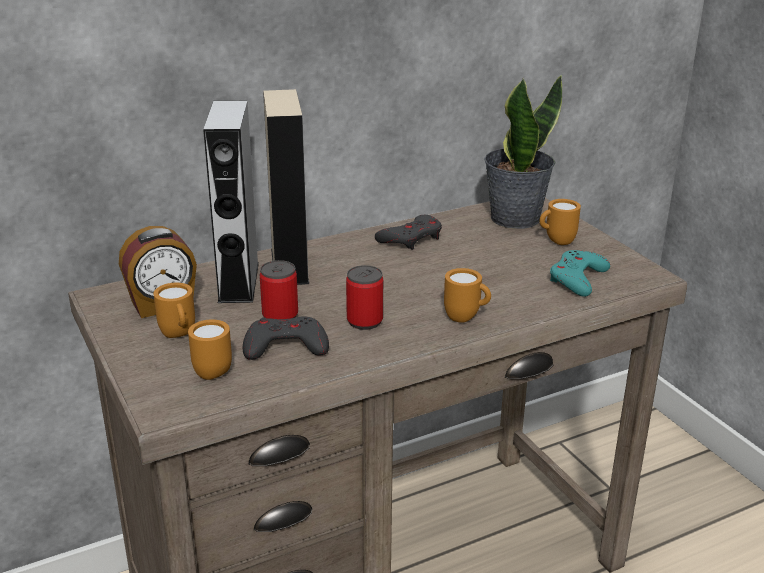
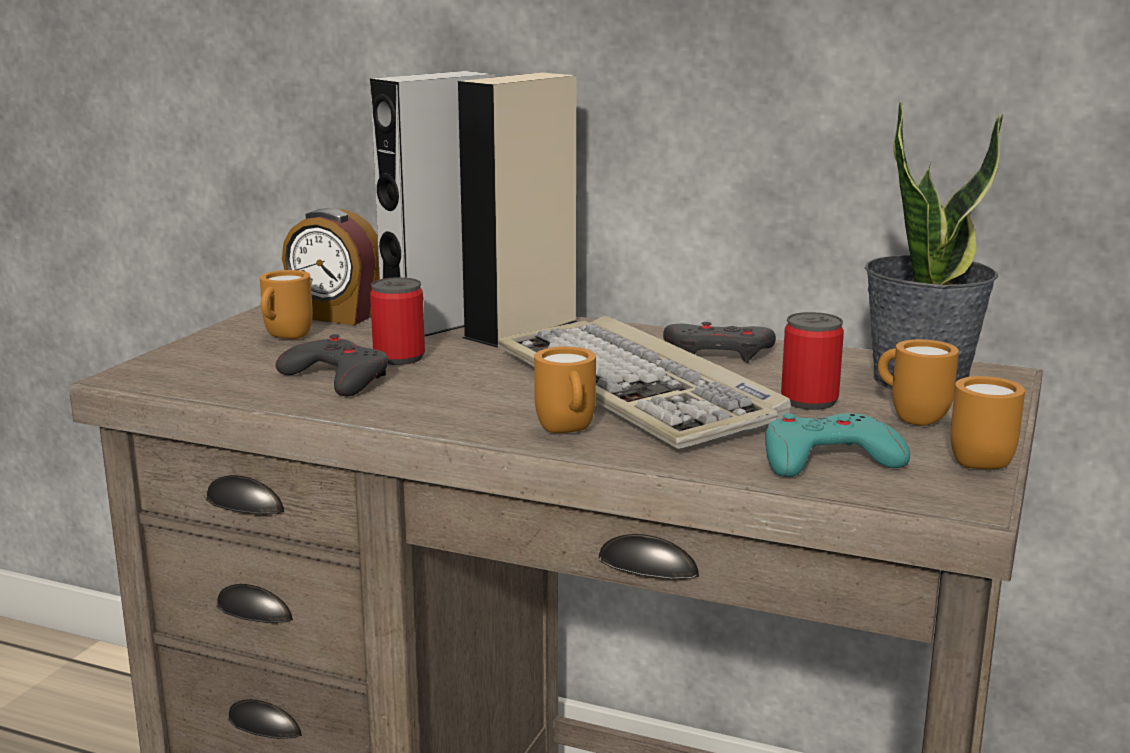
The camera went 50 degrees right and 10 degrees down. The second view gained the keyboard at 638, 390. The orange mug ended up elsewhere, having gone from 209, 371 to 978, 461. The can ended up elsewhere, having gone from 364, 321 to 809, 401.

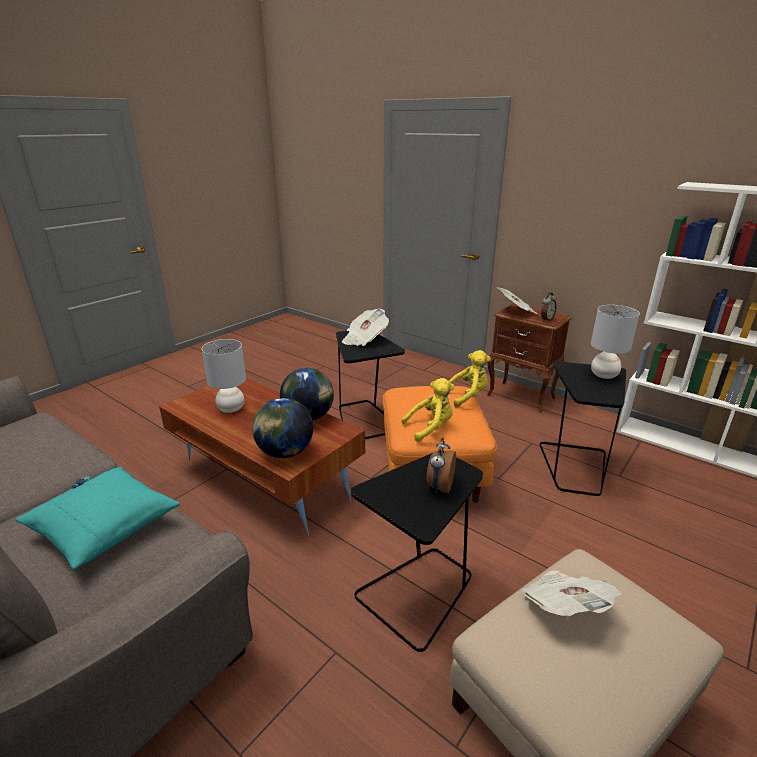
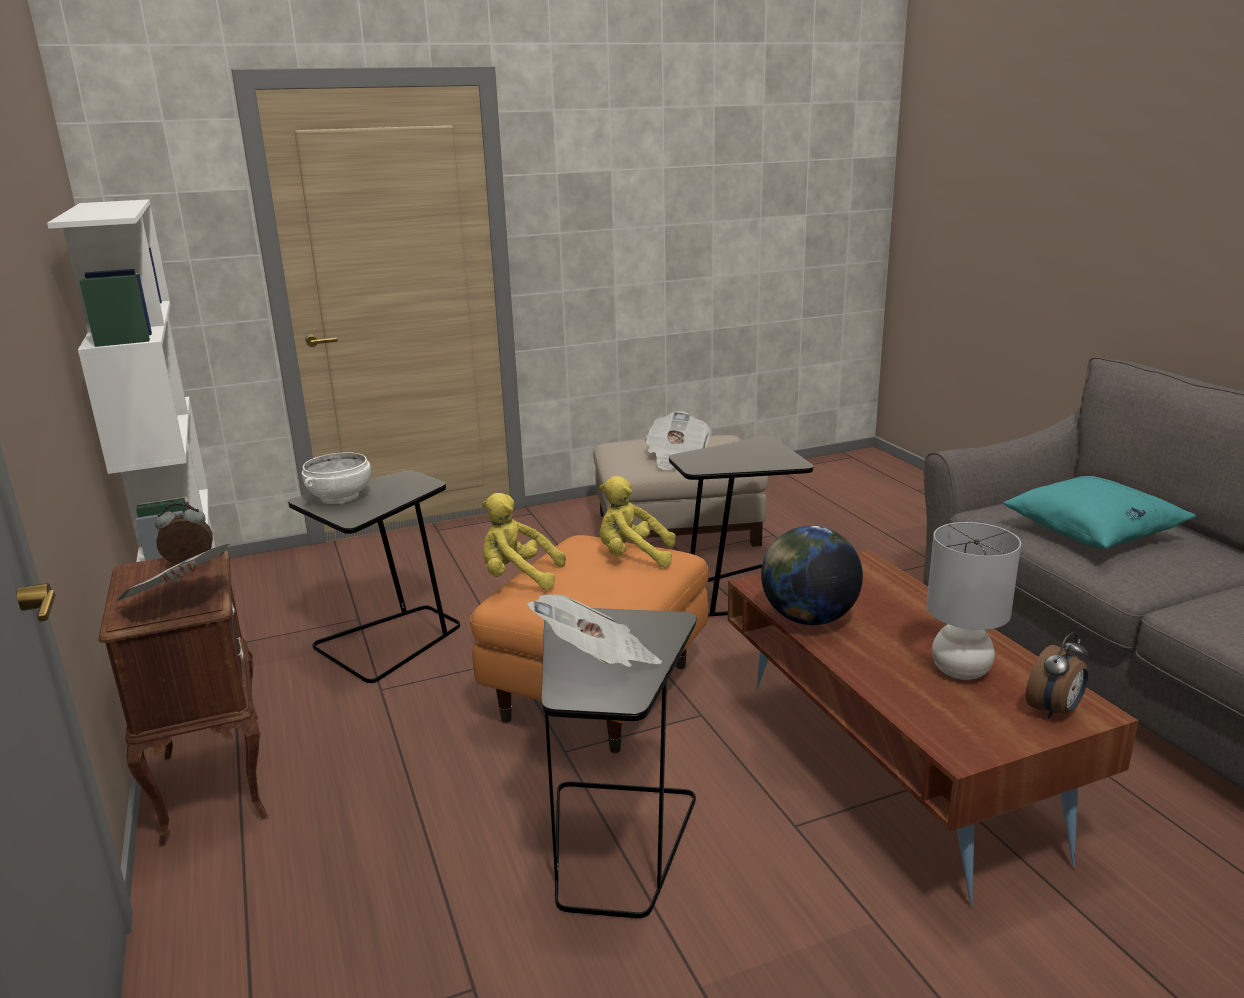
The camera went 150 degrees left and 5 degrees down. The second view lost the globe at 285, 452. The alarm clock ended up elsewhere, having gone from 439, 487 to 1054, 711. Where the grey table lamp stood at 603, 375, the white bowl came to stand at 340, 497.

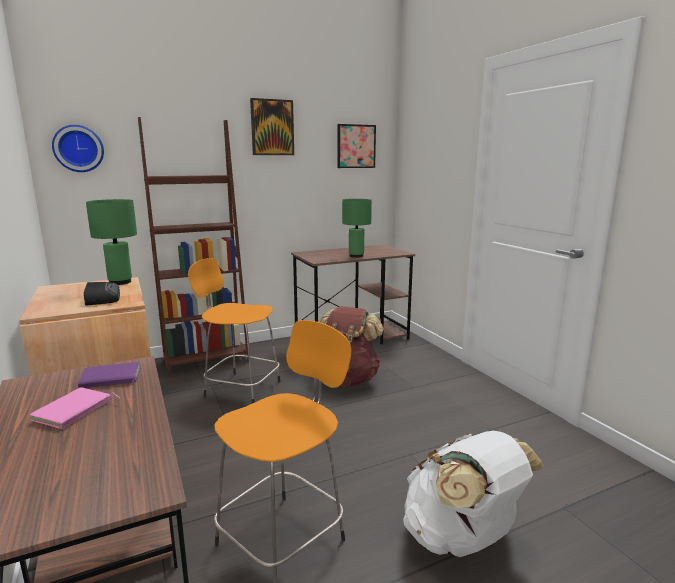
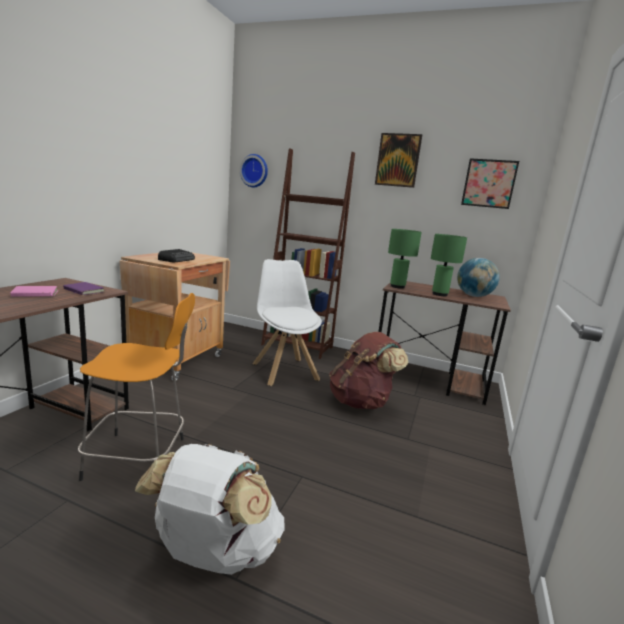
The camera went 45 degrees right and 0 degrees up. The second view gained the globe at 473, 296. The green table lamp ended up elsewhere, having gone from 119, 282 to 397, 286. Where the orange stool stood at 240, 388, the white chair came to stand at 284, 370.

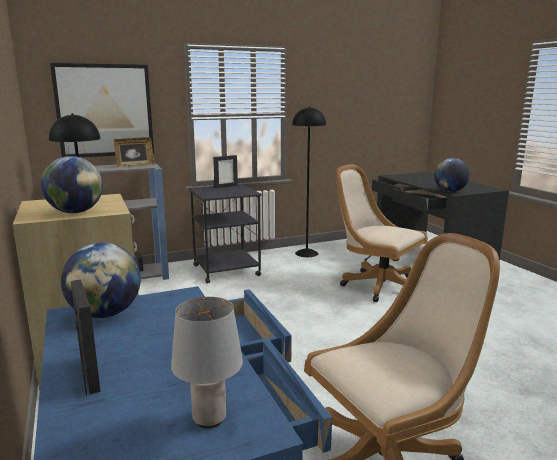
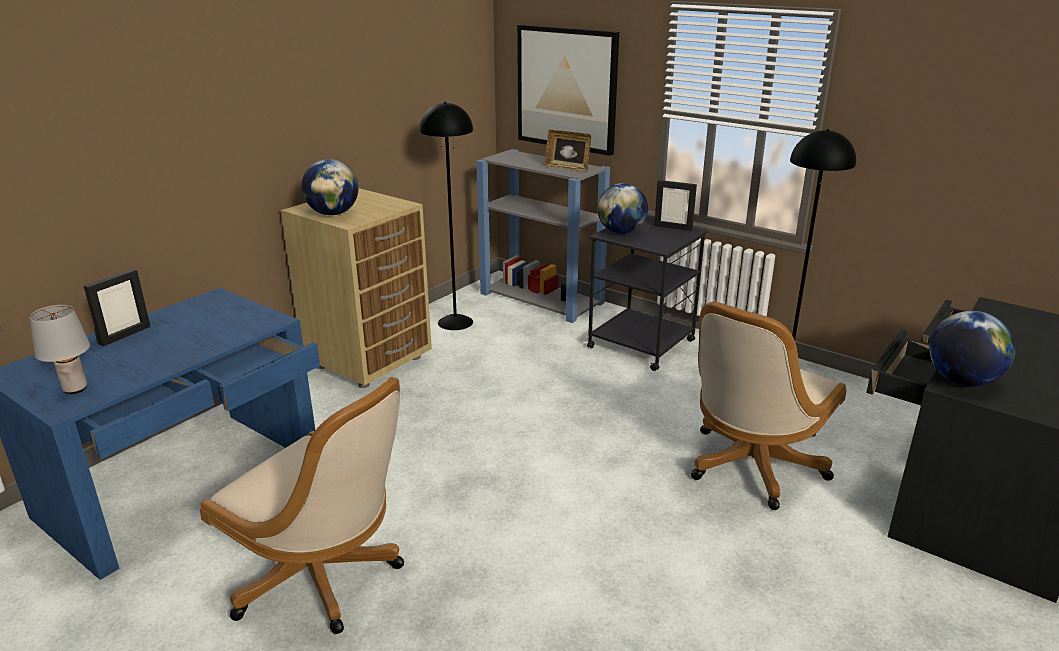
The camera went 60 degrees right and 10 degrees up. The globe ended up elsewhere, having gone from 105, 314 to 621, 232. The office chair at 376, 284 ended up facing another way, 150 degrees counterclockwise from before.

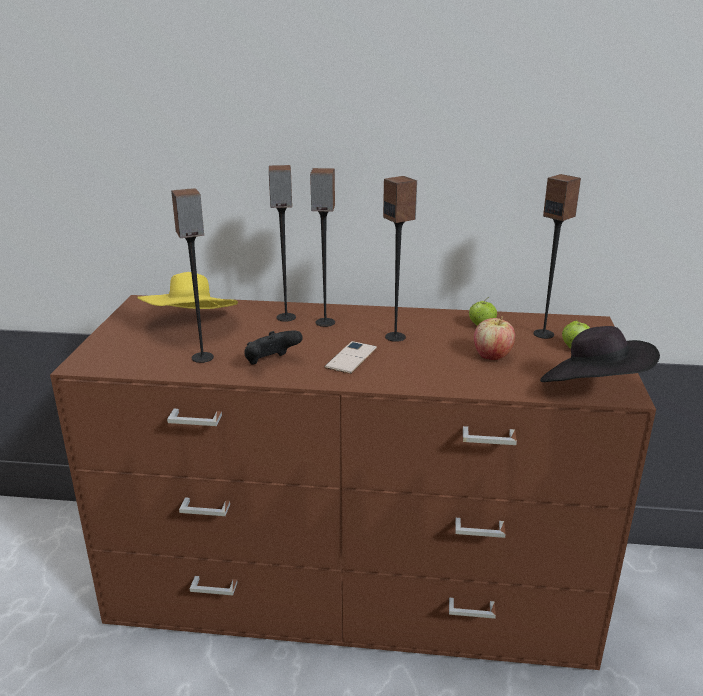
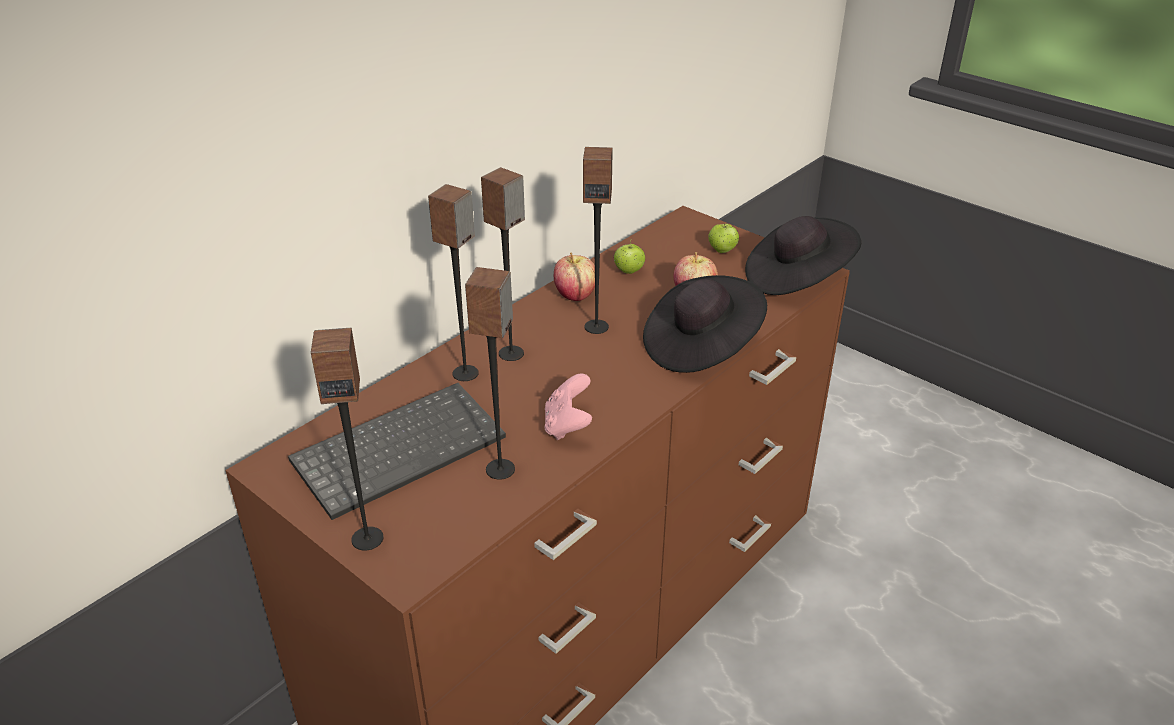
The camera went 55 degrees left and 10 degrees up. The second view lost the phone at 351, 358. The second view gained the apple at 575, 295. The second view gained the black hat at 701, 347. The speaker ended up elsewhere, having gone from 544, 334 to 367, 538. Where the yellow hat stood at 192, 325, the keyboard came to stand at 400, 449. What was the black game controller at 271, 363 turned into the pink game controller at 568, 426.

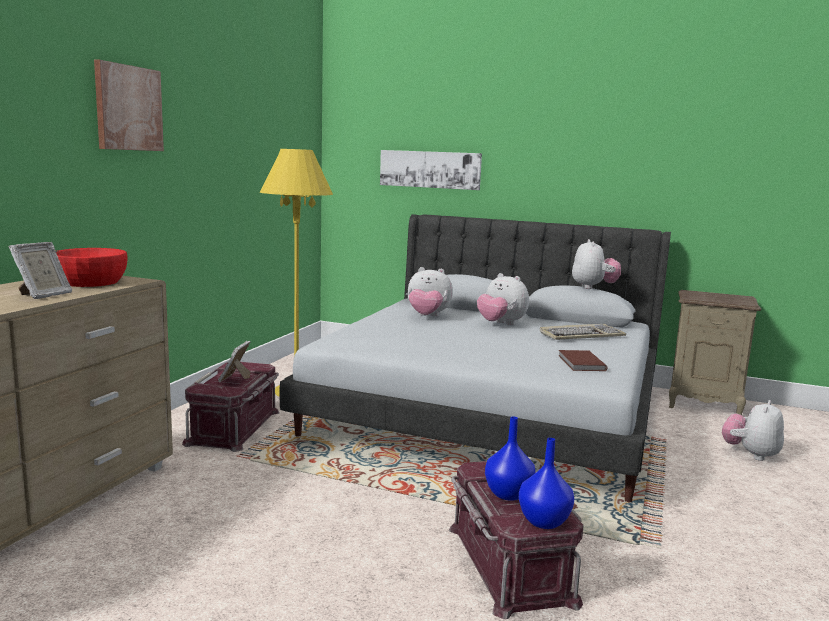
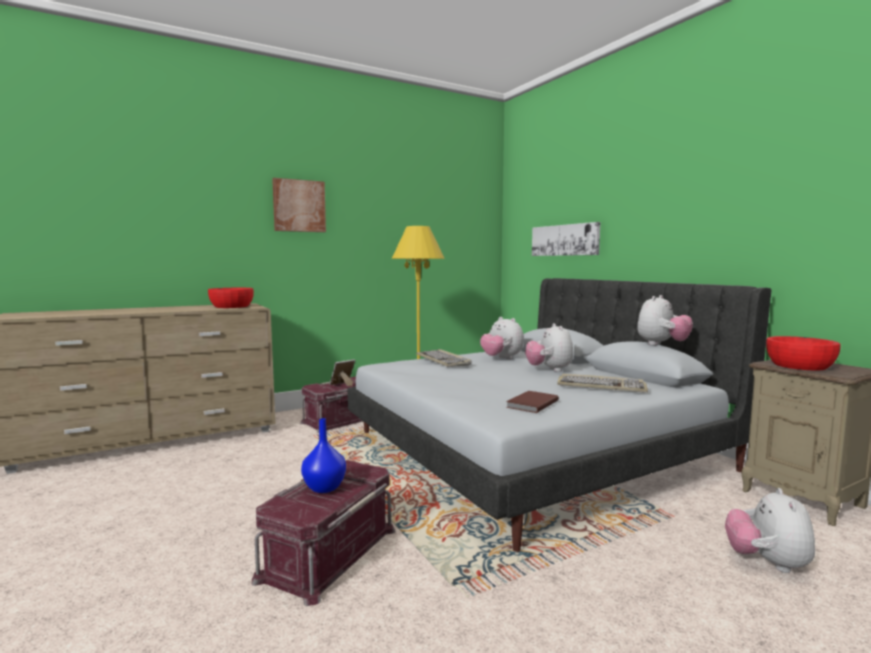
The camera went 40 degrees right and 5 degrees down. The second view lost the picture frame at 43, 295. The second view lost the blue vase at 545, 522. The second view gained the keyboard at 443, 361. The second view gained the red bowl at 799, 365. The plush toy at 750, 454 ended up facing another way, 60 degrees counterclockwise from before.

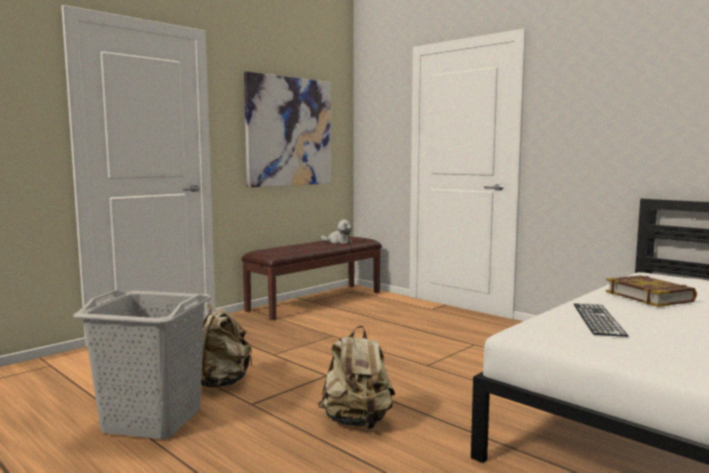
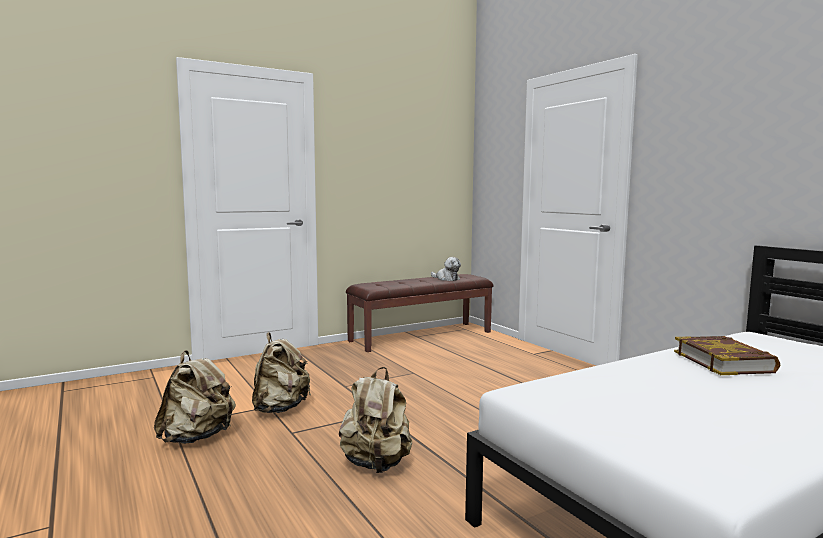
The camera went 15 degrees right and 0 degrees up. The second view lost the picture at 289, 132. The second view lost the keyboard at 598, 319. Where the grey laundry basket stood at 152, 420, the beige backpack came to stand at 197, 437.

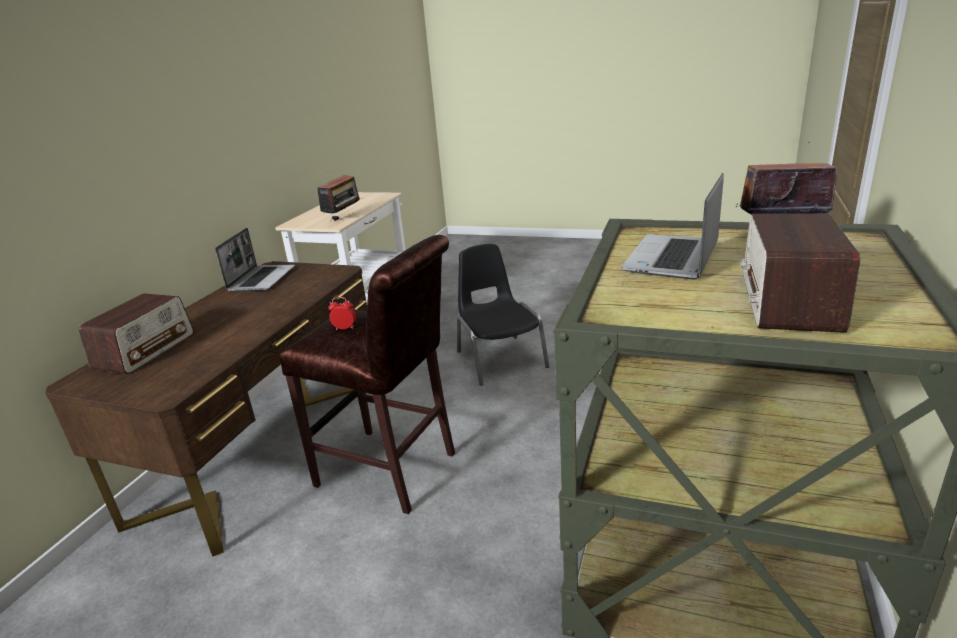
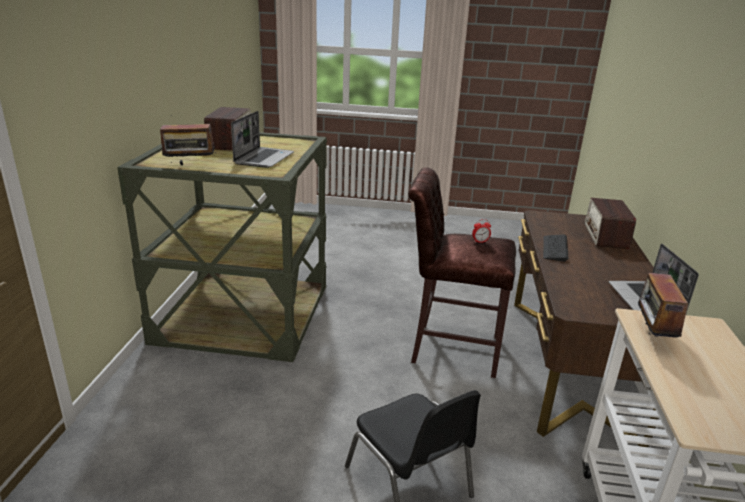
The camera went 165 degrees right and 0 degrees up. The second view gained the keyboard at 555, 248.

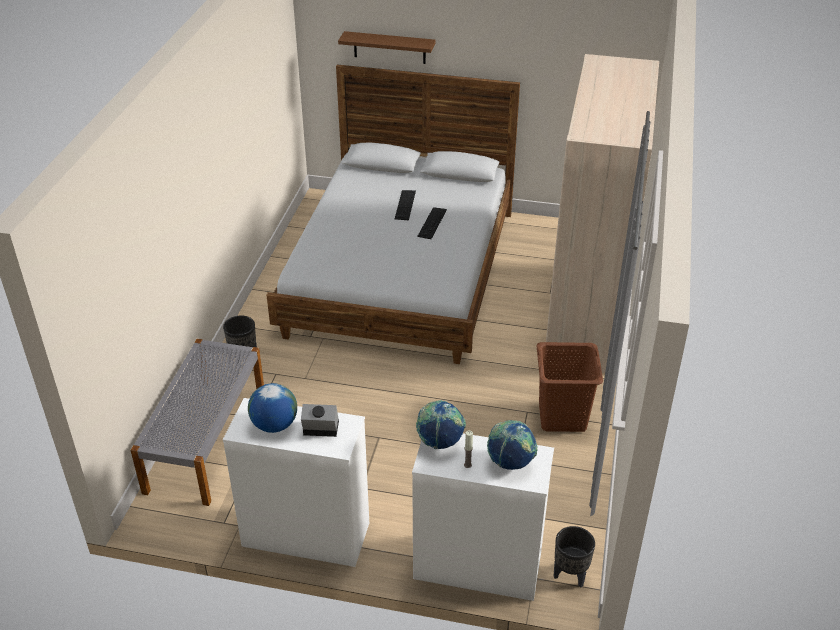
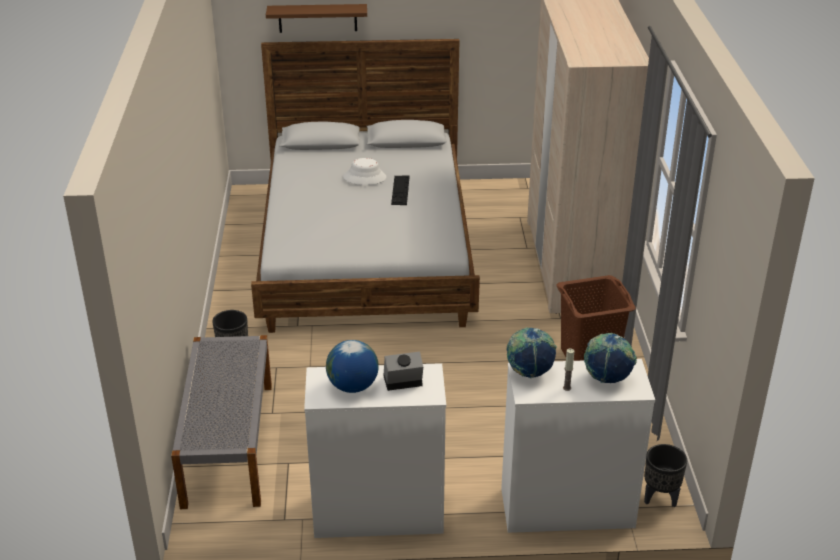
The camera went 15 degrees left and 5 degrees down. Where the keyboard stood at 405, 205, the white hat came to stand at 364, 177.

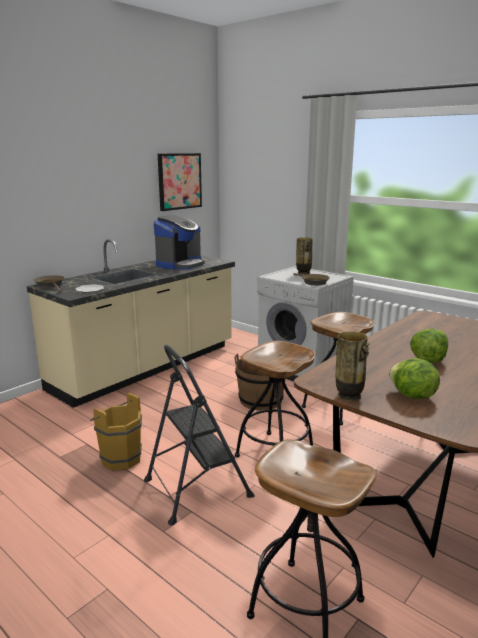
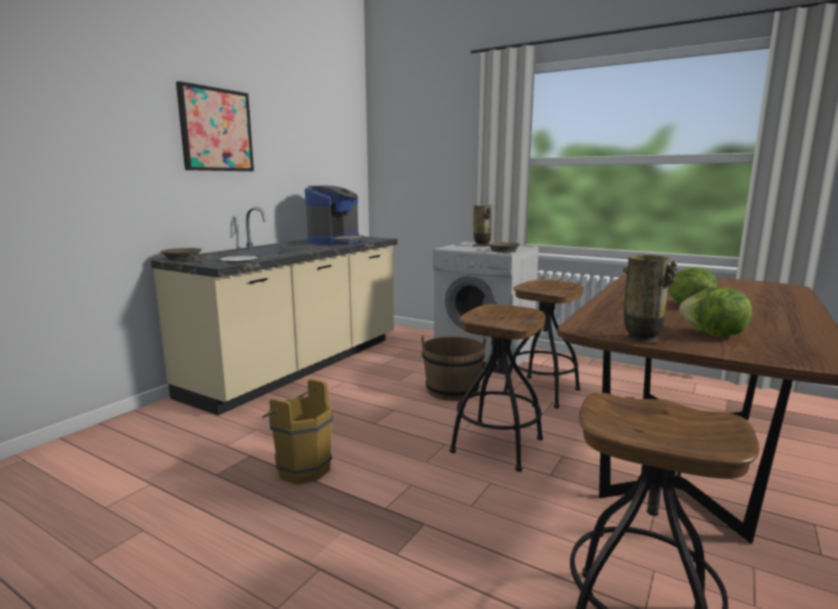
The camera went 10 degrees left and 5 degrees down. The second view lost the black step ladder at 194, 488. The picture ended up elsewhere, having gone from 179, 181 to 216, 130.

